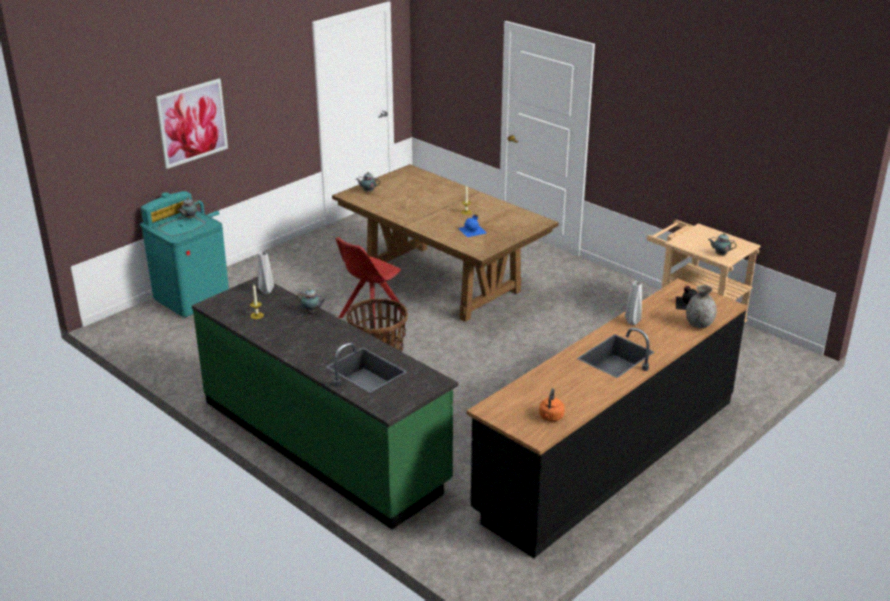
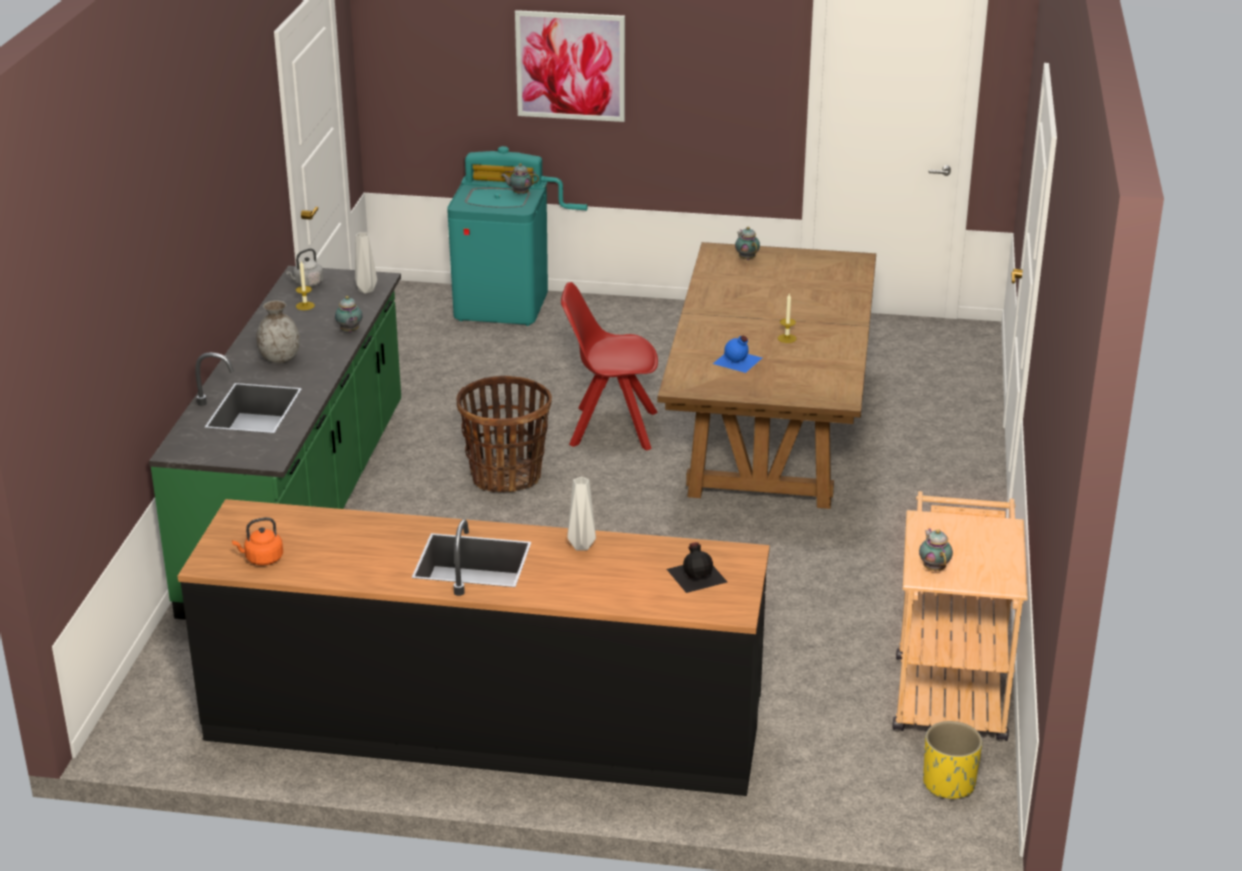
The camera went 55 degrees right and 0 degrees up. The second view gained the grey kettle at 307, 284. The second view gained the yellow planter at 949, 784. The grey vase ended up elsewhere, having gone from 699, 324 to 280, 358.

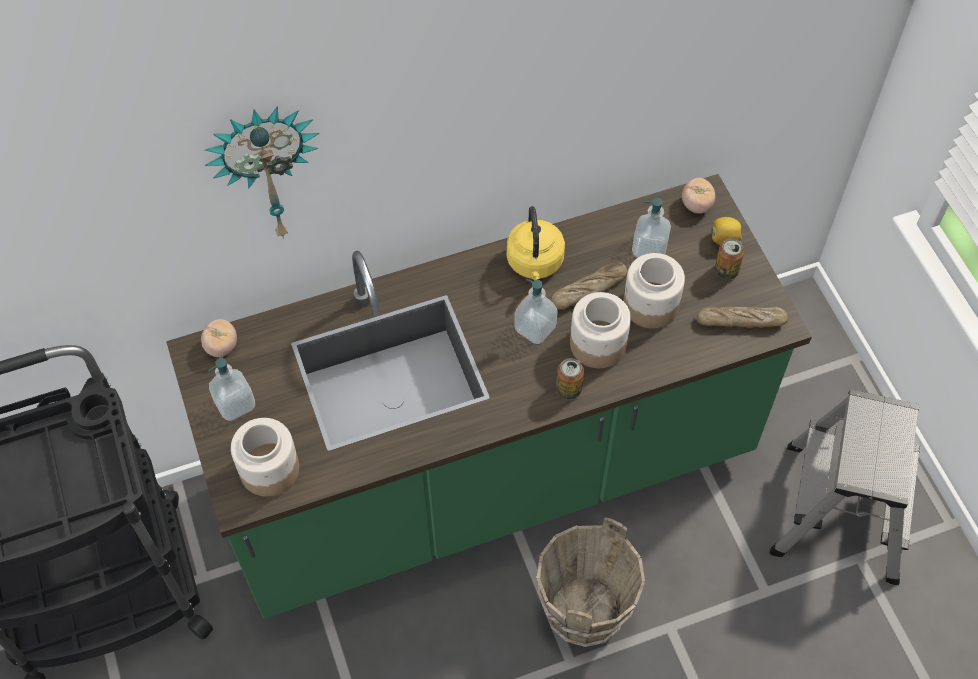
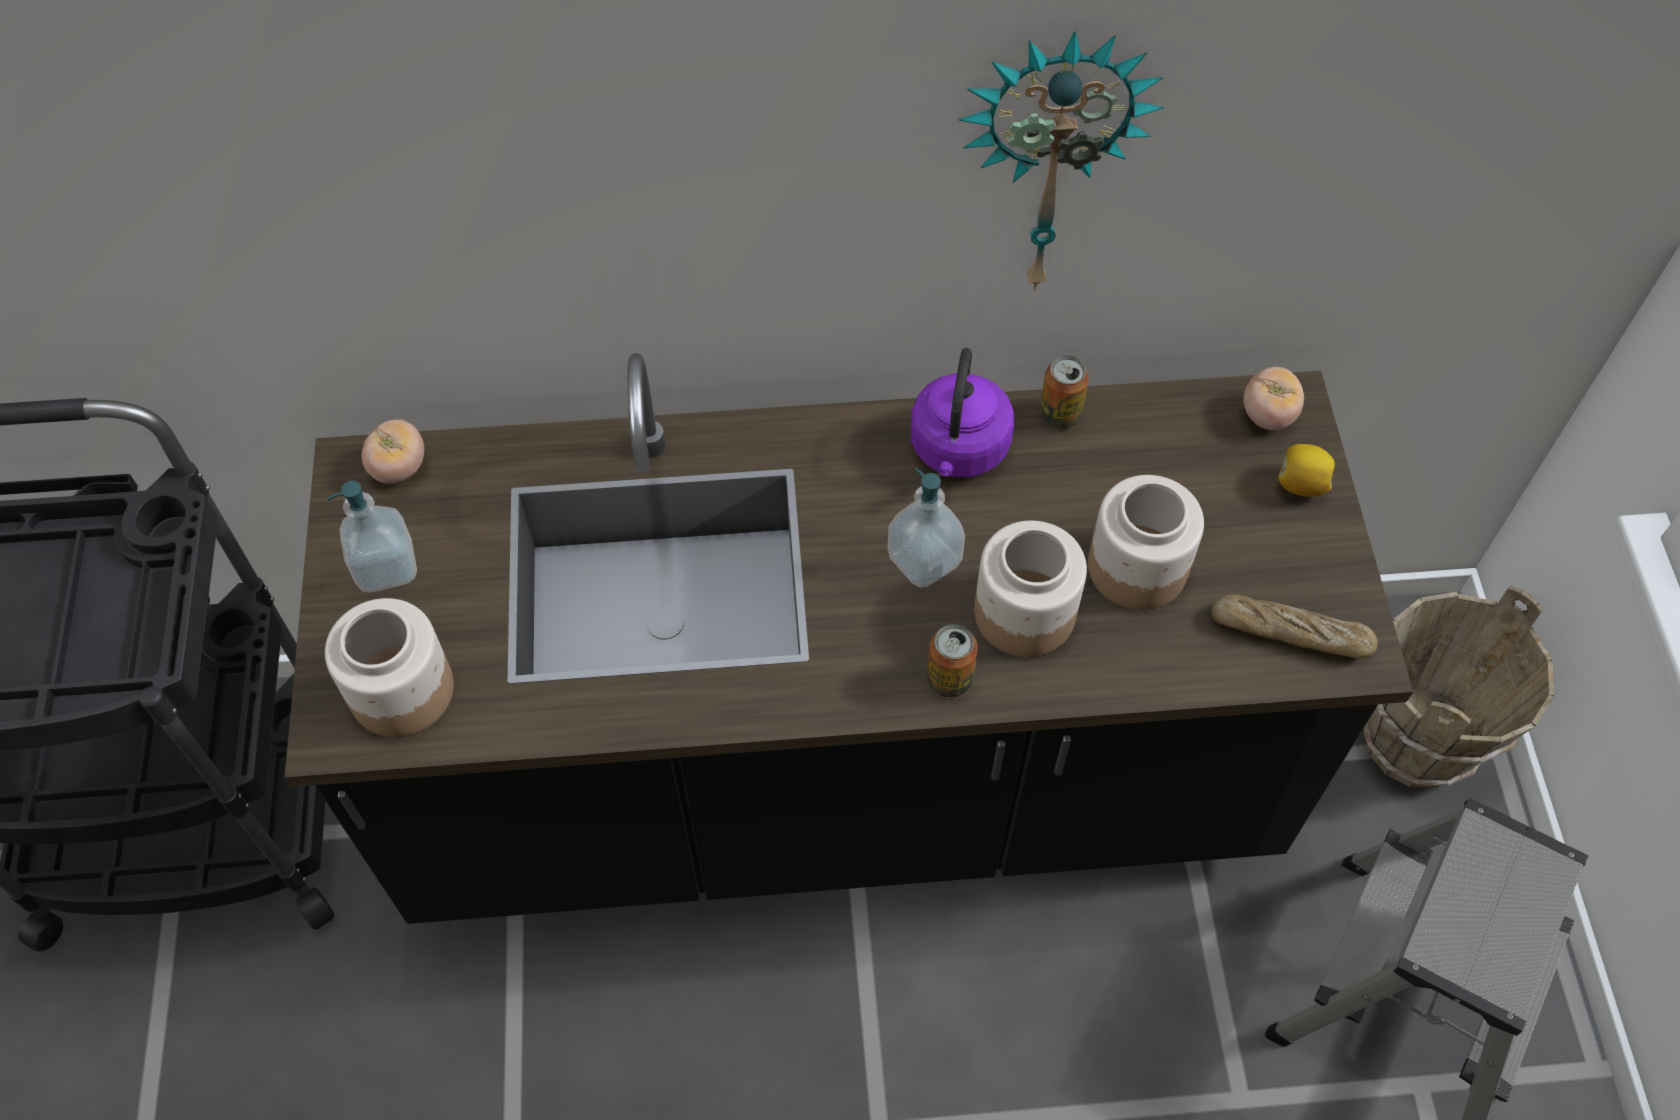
The camera went 15 degrees right and 0 degrees up. The second view lost the bread at 589, 290. The second view lost the soap dispenser at 649, 248. The wall clock ended up elsewhere, having gone from 267, 171 to 1050, 160. The brown bucket ended up elsewhere, having gone from 583, 612 to 1415, 739. The can ended up elsewhere, having gone from 726, 271 to 1059, 414. What was the green counter at 490, 476 turned into the black counter at 840, 785. What was the yellow kettle at 535, 263 turned into the purple kettle at 958, 451.

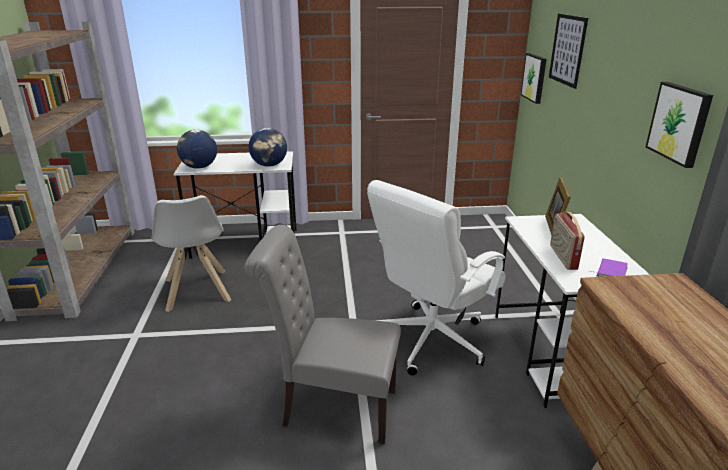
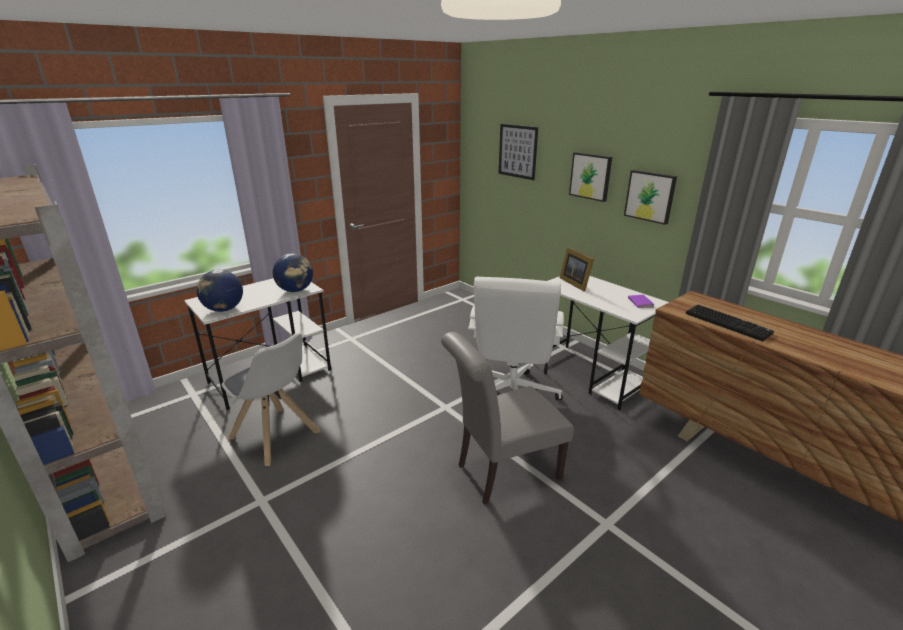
The camera went 35 degrees left and 0 degrees up. The second view lost the radio at 562, 257. The second view gained the keyboard at 728, 323. The picture ended up elsewhere, having gone from 535, 77 to 591, 176.

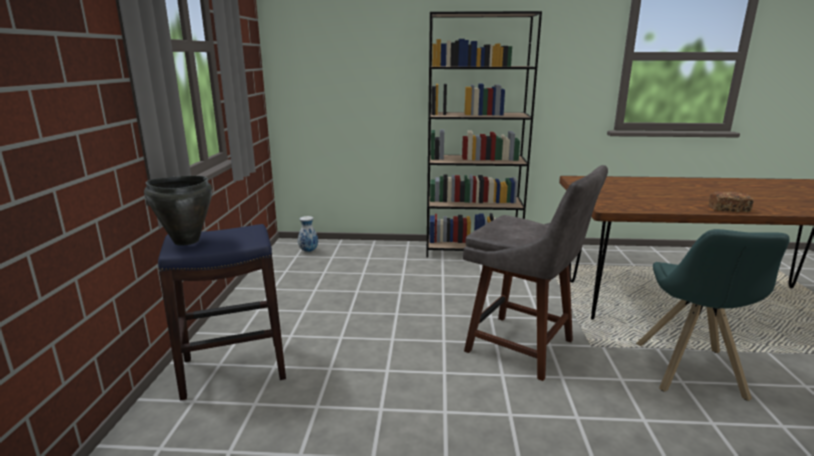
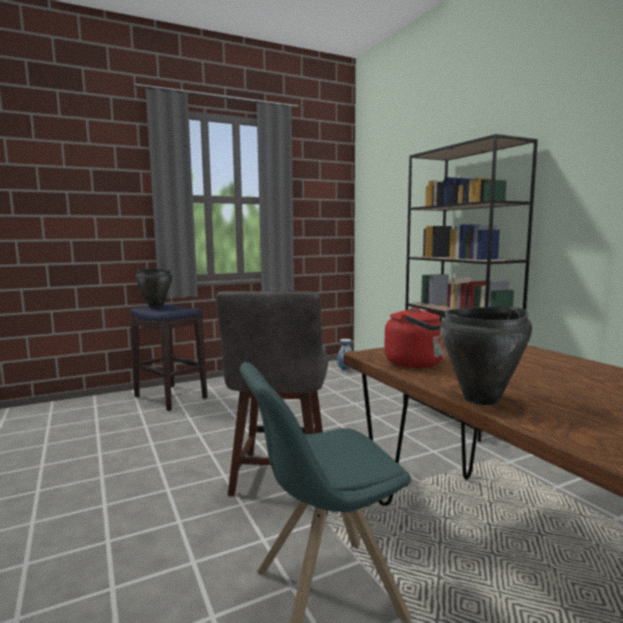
The camera went 60 degrees right and 10 degrees down. The second view gained the red kettle at 418, 363. Where the bread stood at 728, 209, the black cooking pot came to stand at 482, 399.

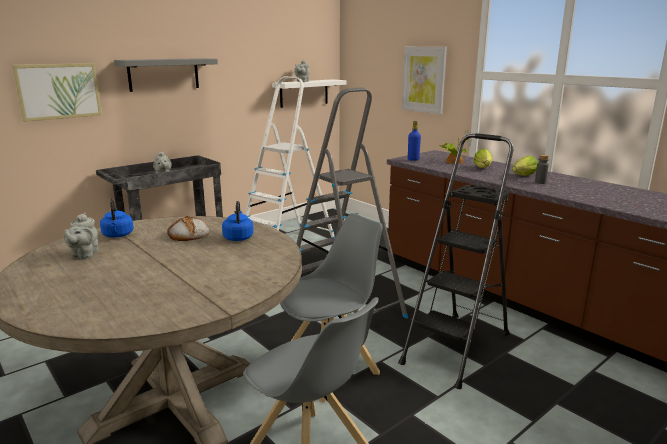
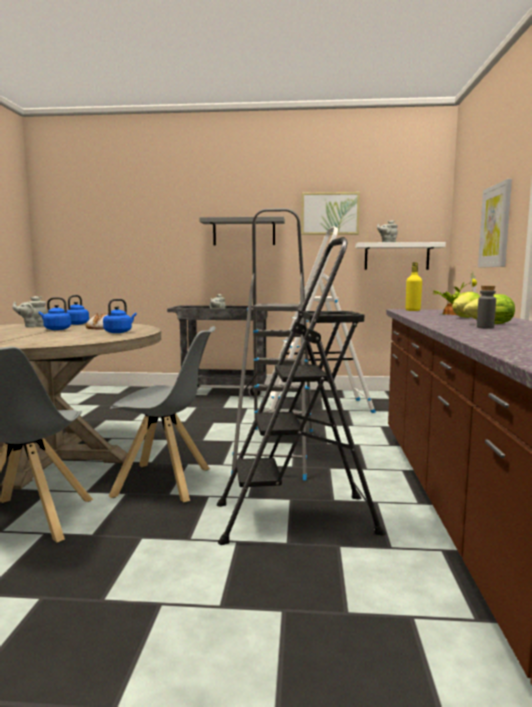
The camera went 45 degrees right and 10 degrees down. The second view gained the blue kettle at 56, 329. The picture ended up elsewhere, having gone from 58, 91 to 330, 213. What was the blue bottle at 413, 159 turned into the yellow bottle at 412, 310.

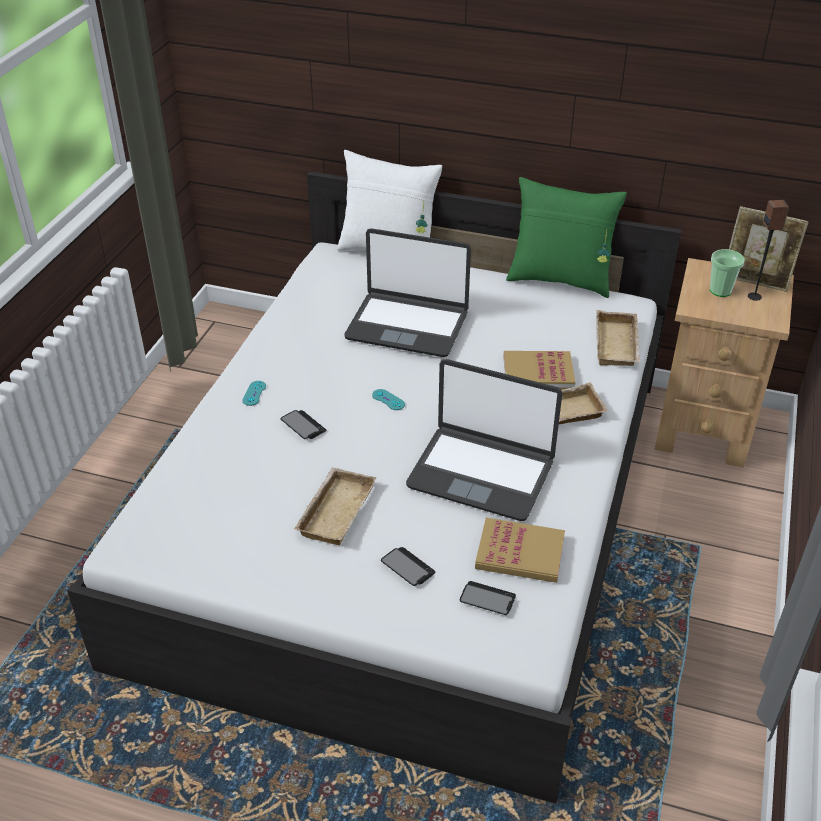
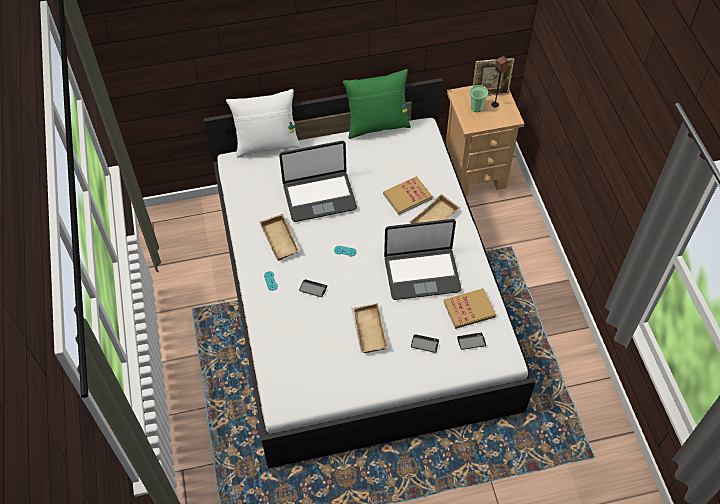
The camera went 30 degrees left and 15 degrees up. The beige tray ended up elsewhere, having gone from 618, 345 to 282, 240.

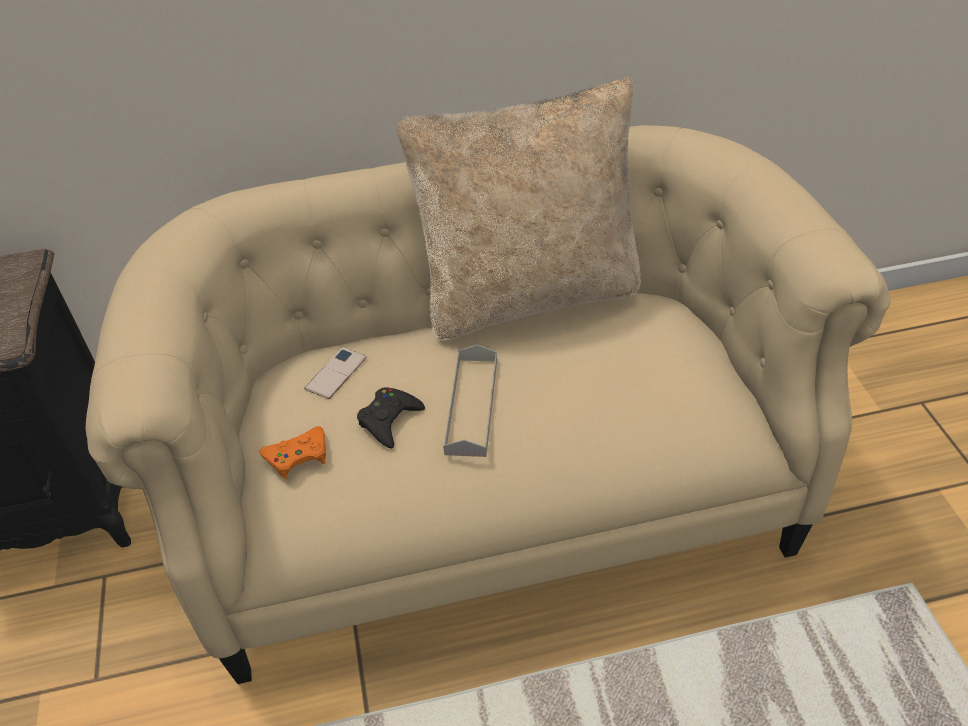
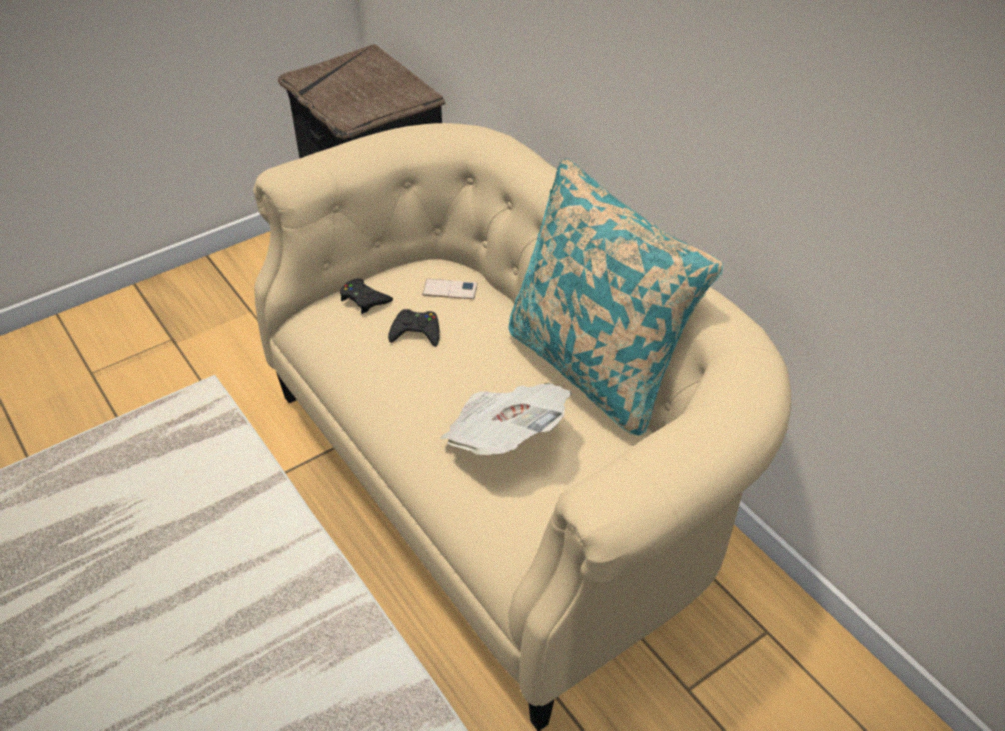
The camera went 65 degrees right and 0 degrees up. The second view lost the grey tray at 472, 405. The second view gained the newspaper at 504, 437. What was the orange game controller at 298, 456 turned into the black game controller at 364, 299. What was the beige pillow at 532, 301 turned into the turquoise pillow at 593, 373.

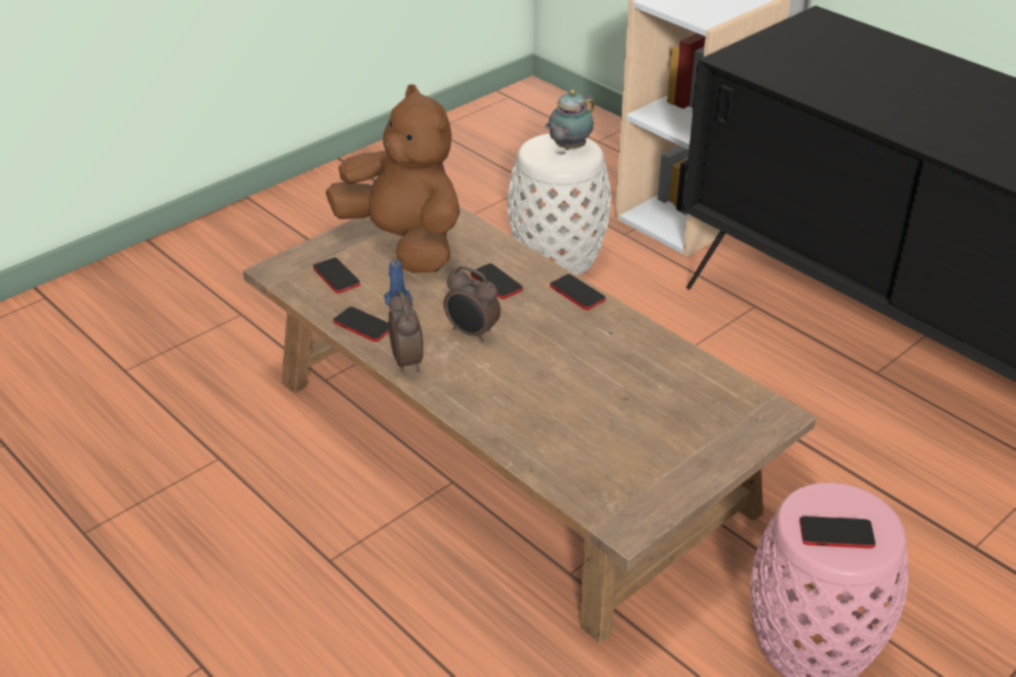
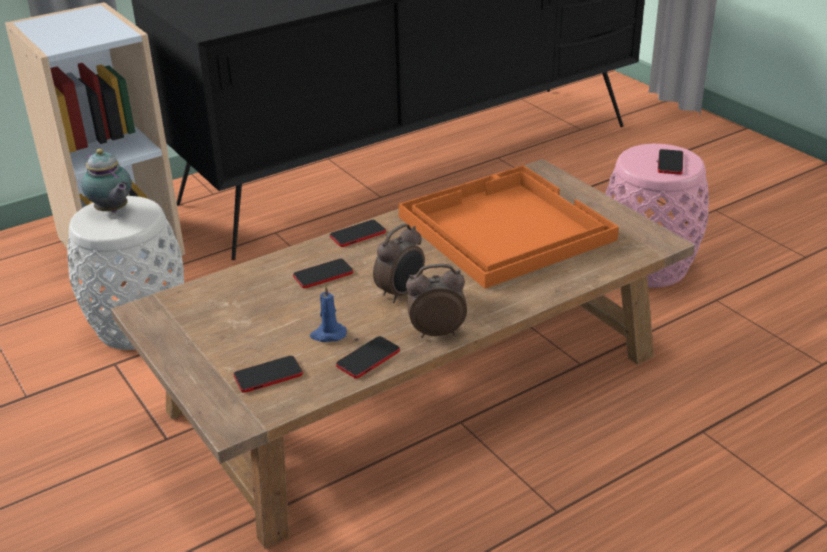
The camera went 80 degrees left and 5 degrees down. The second view lost the brown plush toy at 405, 243. The second view gained the orange tray at 503, 228.

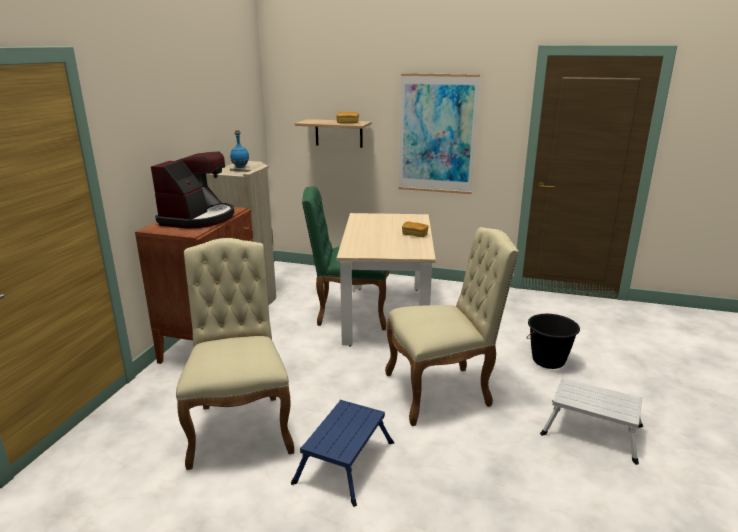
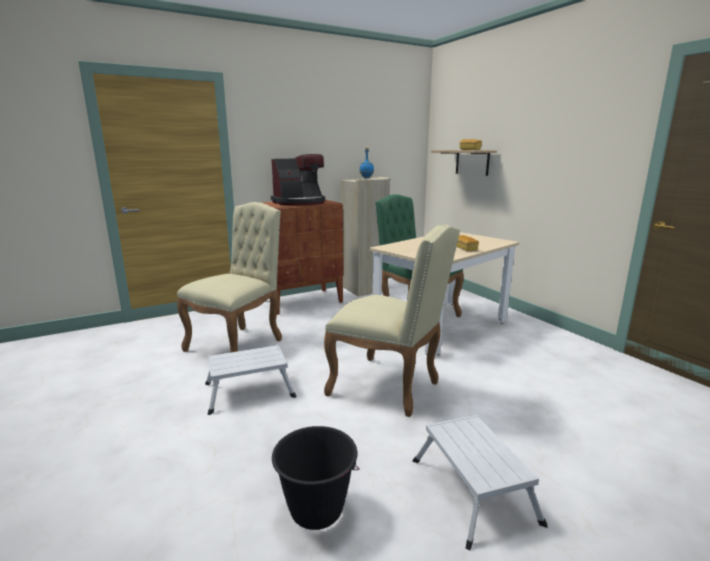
The camera went 45 degrees right and 5 degrees down. The second view lost the picture at 437, 134. The black bucket ended up elsewhere, having gone from 548, 361 to 316, 509. What was the blue step ladder at 345, 461 turned into the white step ladder at 250, 390.

